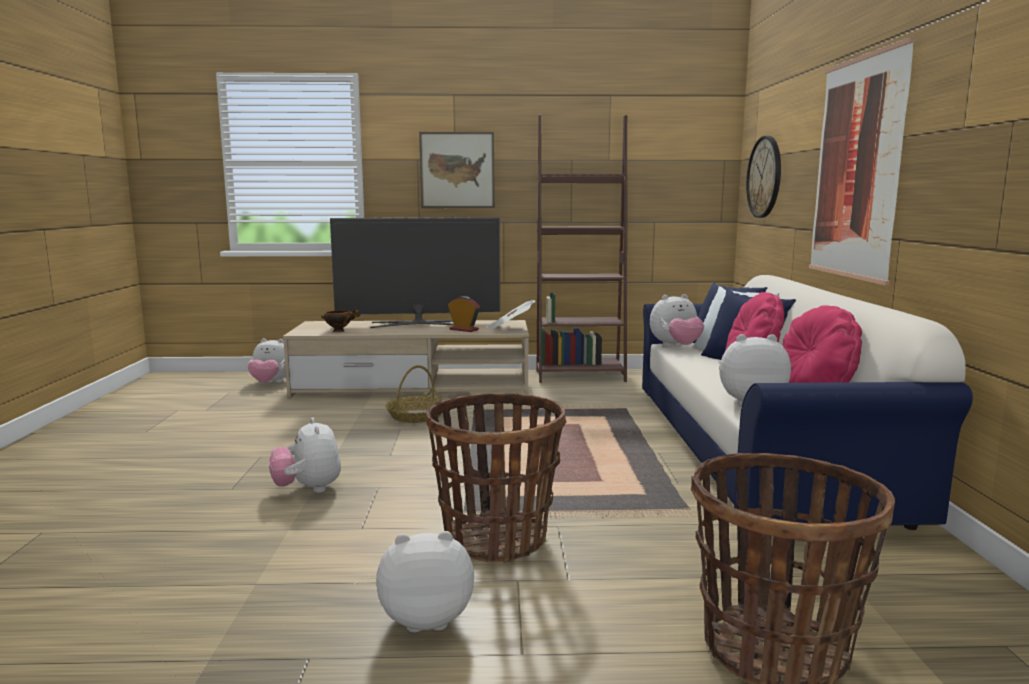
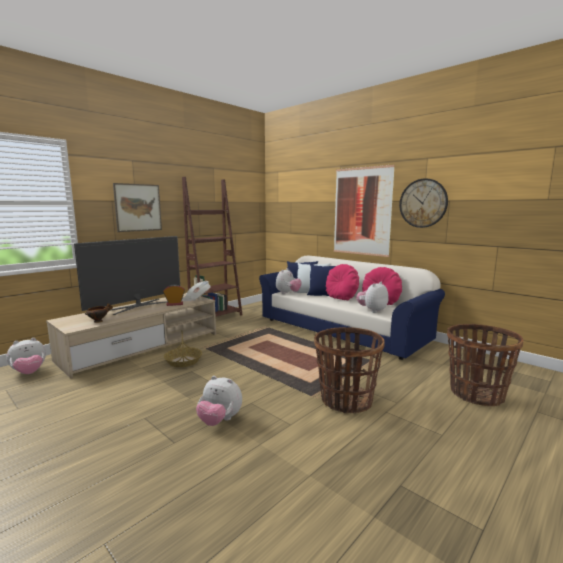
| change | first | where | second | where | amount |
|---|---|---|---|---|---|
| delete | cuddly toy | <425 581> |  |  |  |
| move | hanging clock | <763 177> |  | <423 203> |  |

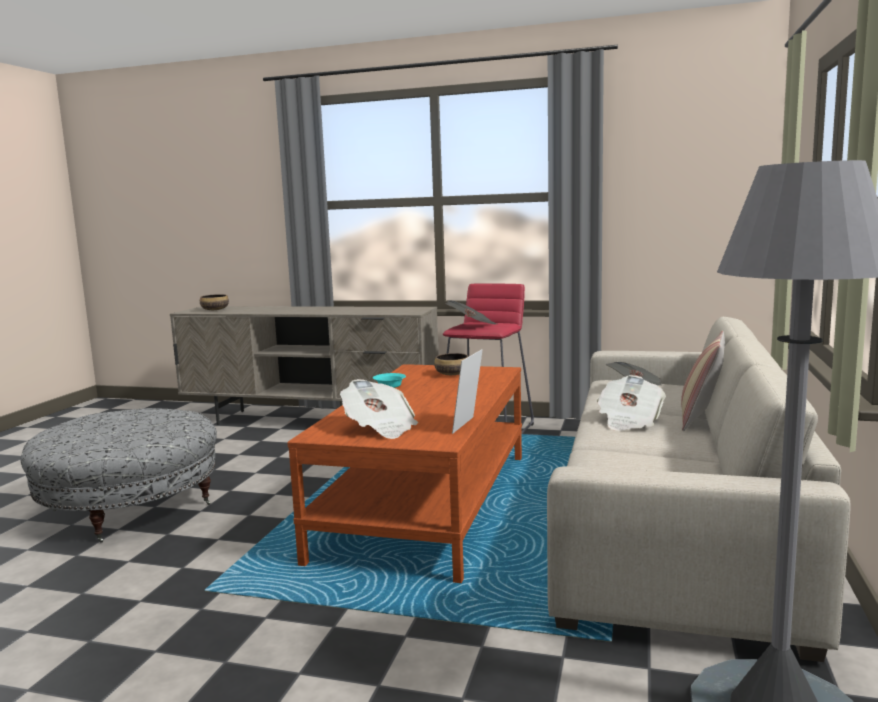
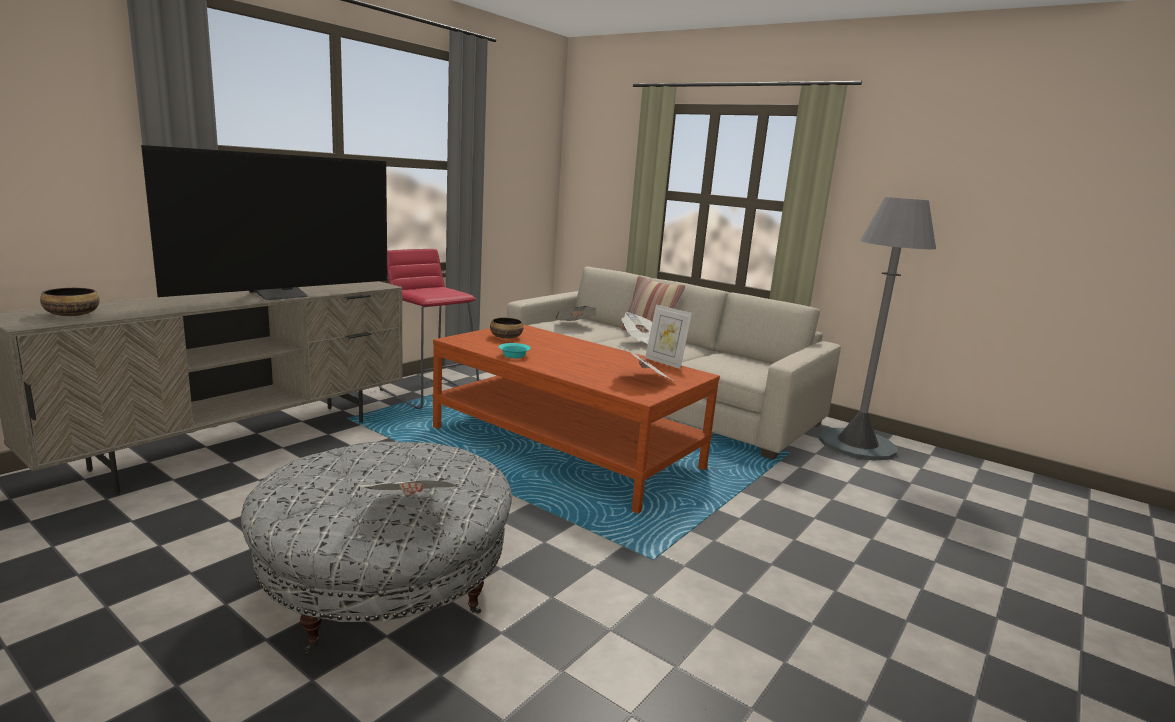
| change | first | where | second | where | amount |
|---|---|---|---|---|---|
| insert |  |  | television | <264 222> |  |
| move | daily paper | <471 312> |  | <407 488> |  |

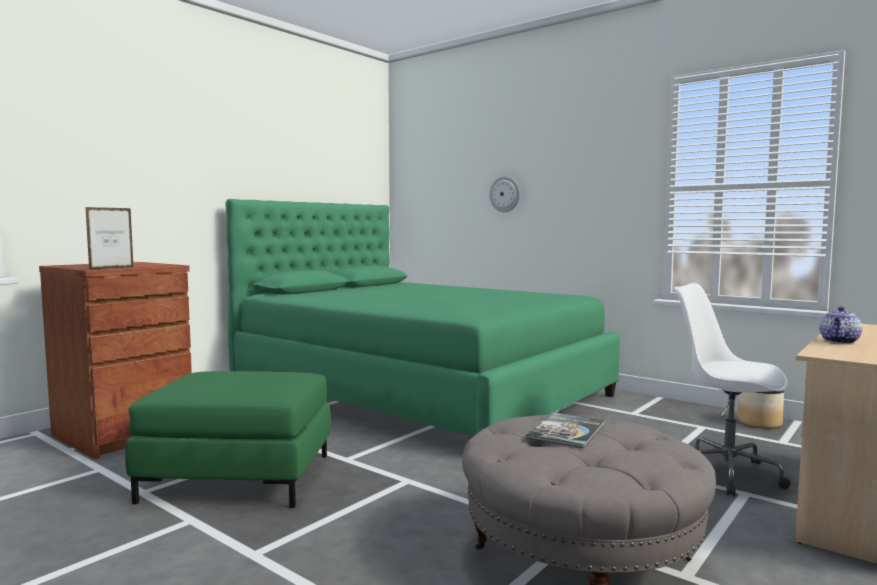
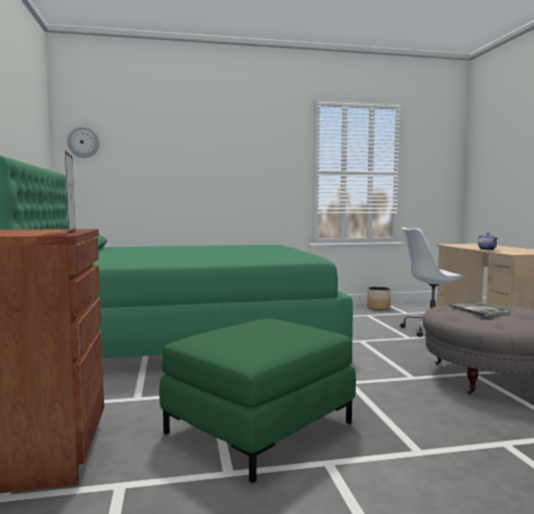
| change | first | where | second | where | amount |
|---|---|---|---|---|---|
| move | hanging clock | <504 194> |  | <83 142> |  |

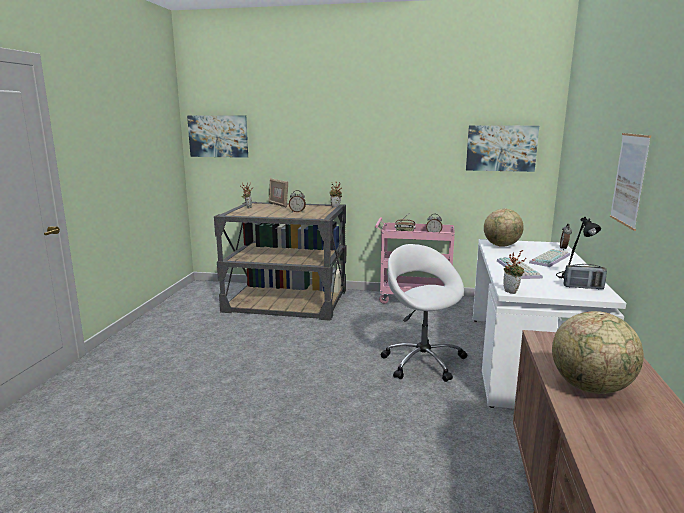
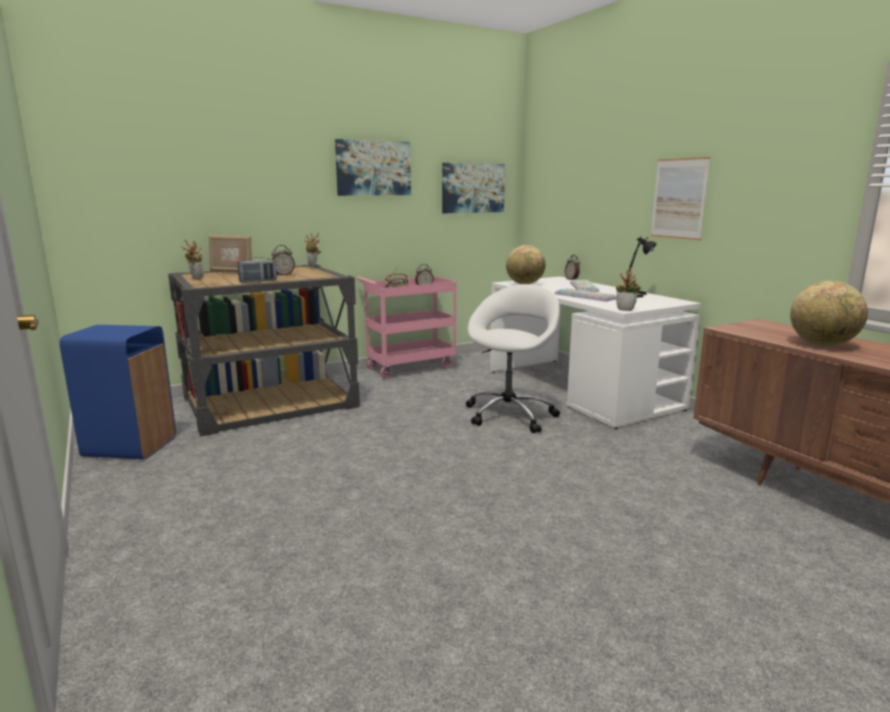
| change | first | where | second | where | amount |
|---|---|---|---|---|---|
| insert |  |  | bluish waste bin | <117 392> |  |
| move | wall art | <217 136> |  | <373 167> |  |
| move | radio set | <585 276> |  | <257 270> |  |
| rotate | white office chair | <424 313> |  | <513 358> | 120 degrees clockwise |

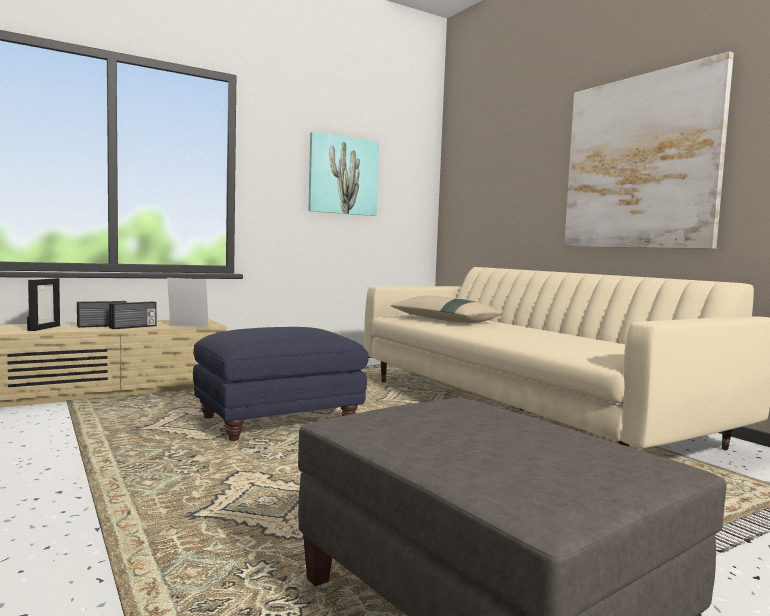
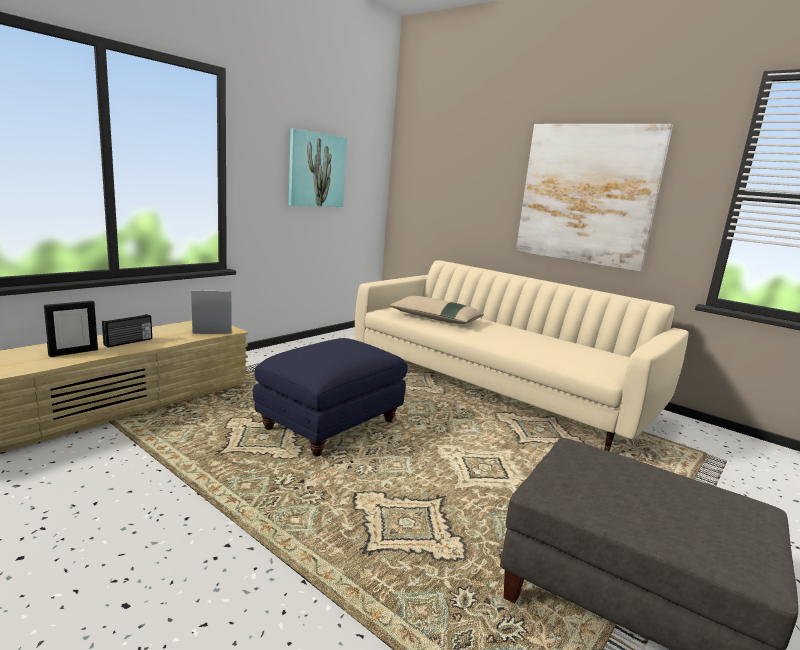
| change | first | where | second | where | amount |
|---|---|---|---|---|---|
| delete | radio set | <133 315> |  |  |  |
| rotate | picture frame | <43 304> |  | <71 329> | 60 degrees clockwise |

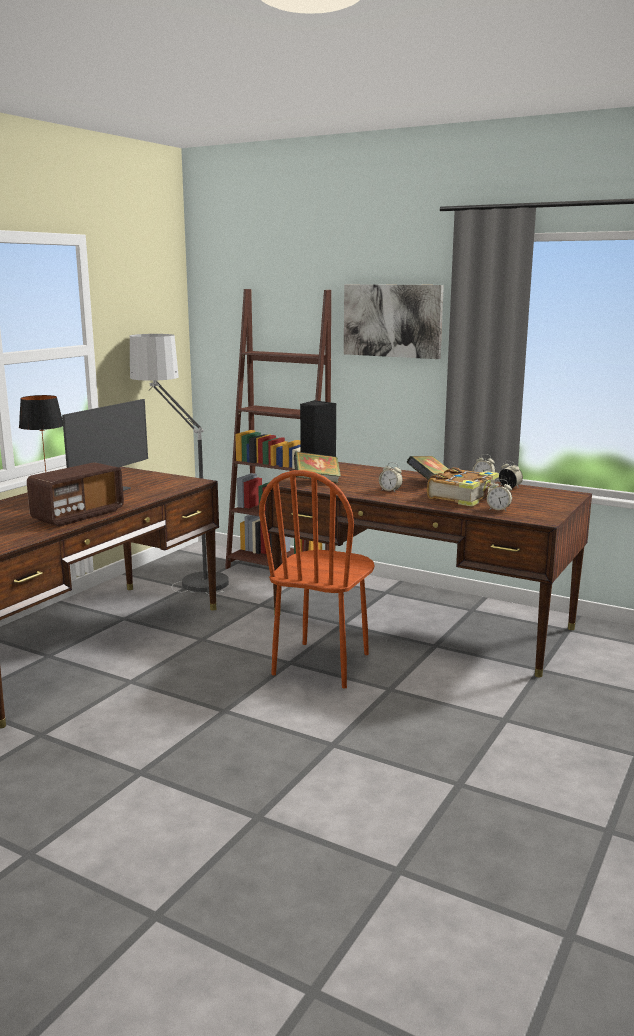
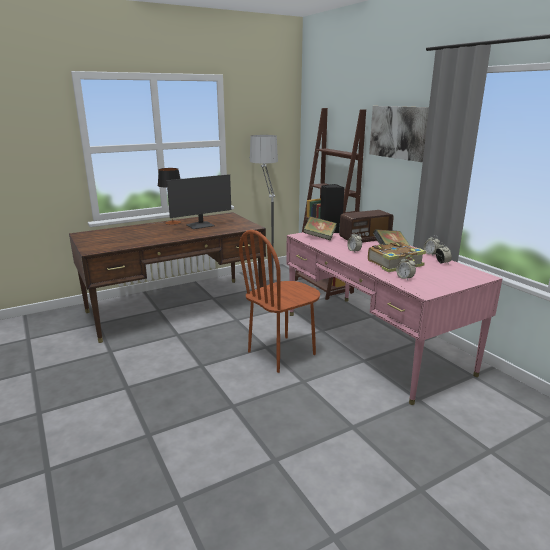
| change | first | where | second | where | amount |
|---|---|---|---|---|---|
| move | radio set | <75 494> |  | <366 226> |  |
| recolor | brown desk table | <428 569> | pinkish desk table | <394 318> |  |

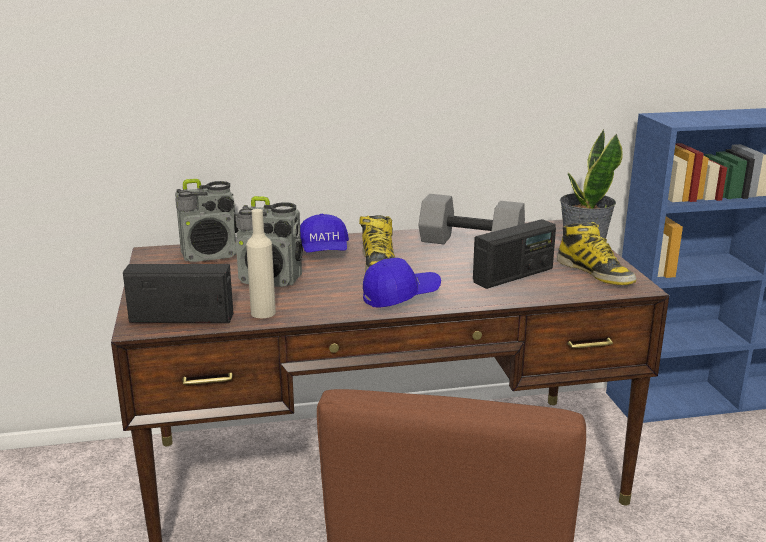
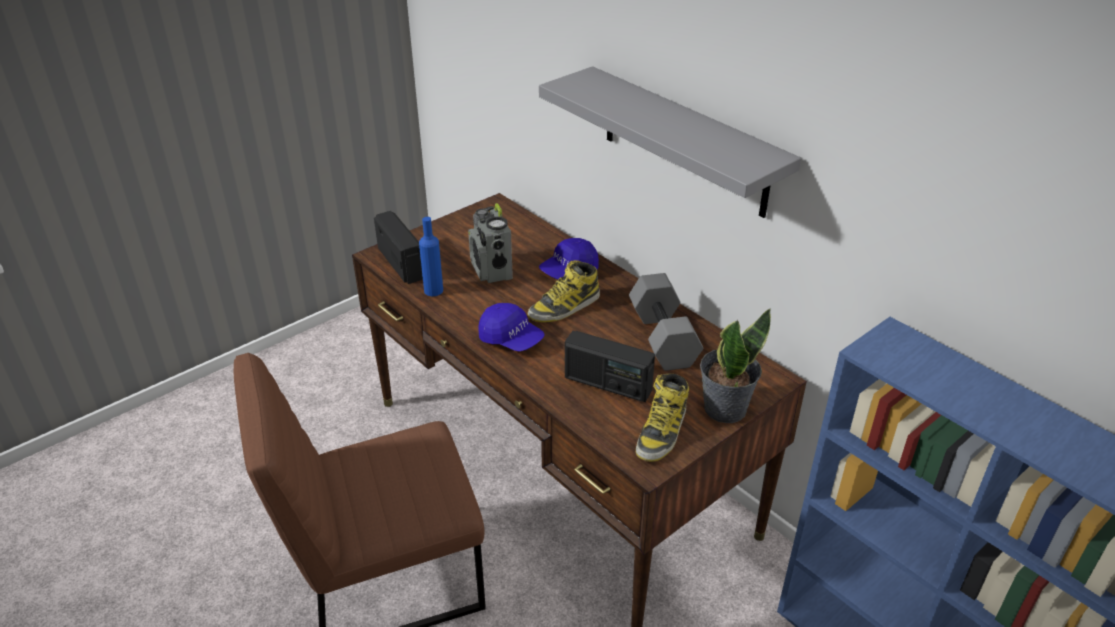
| change | first | where | second | where | amount |
|---|---|---|---|---|---|
| delete | radio set | <206 220> |  |  |  |
| insert |  |  | grey bracket shelf | <670 142> |  |
| recolor | beige-coloured drink bottle | <261 263> | bluish drink bottle | <431 256> |  |

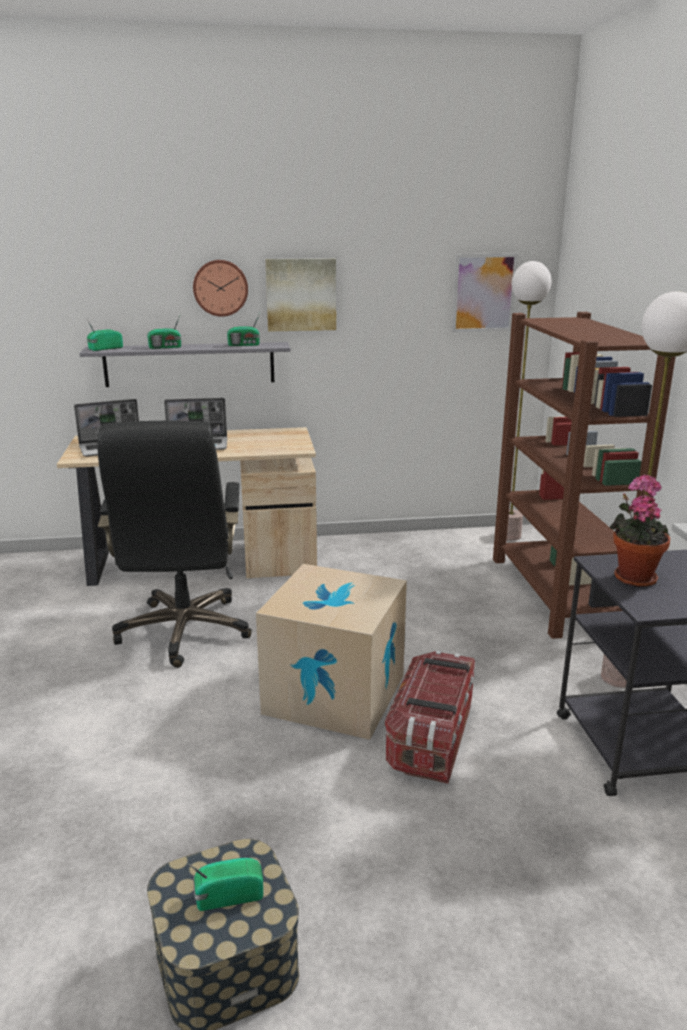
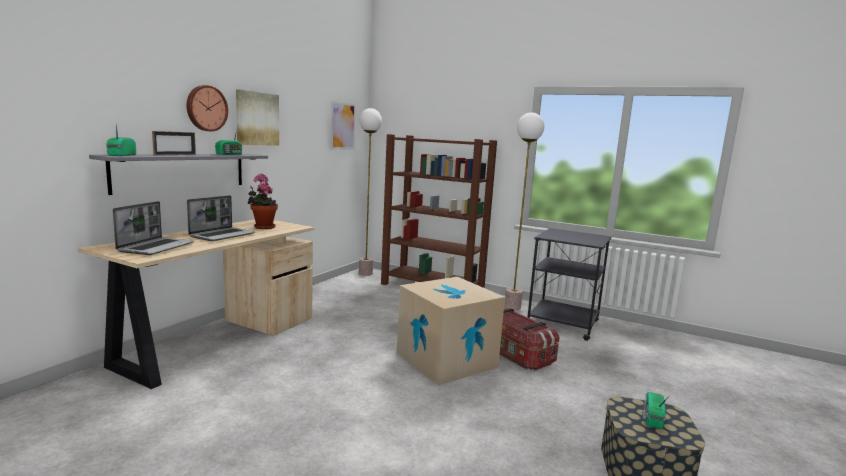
| change | first | where | second | where | amount |
|---|---|---|---|---|---|
| delete | blackish office chair | <174 544> |  |  |  |
| move | potted plant | <640 530> |  | <263 201> |  |
| replace | radio set | <164 331> | picture frame | <174 143> |  |

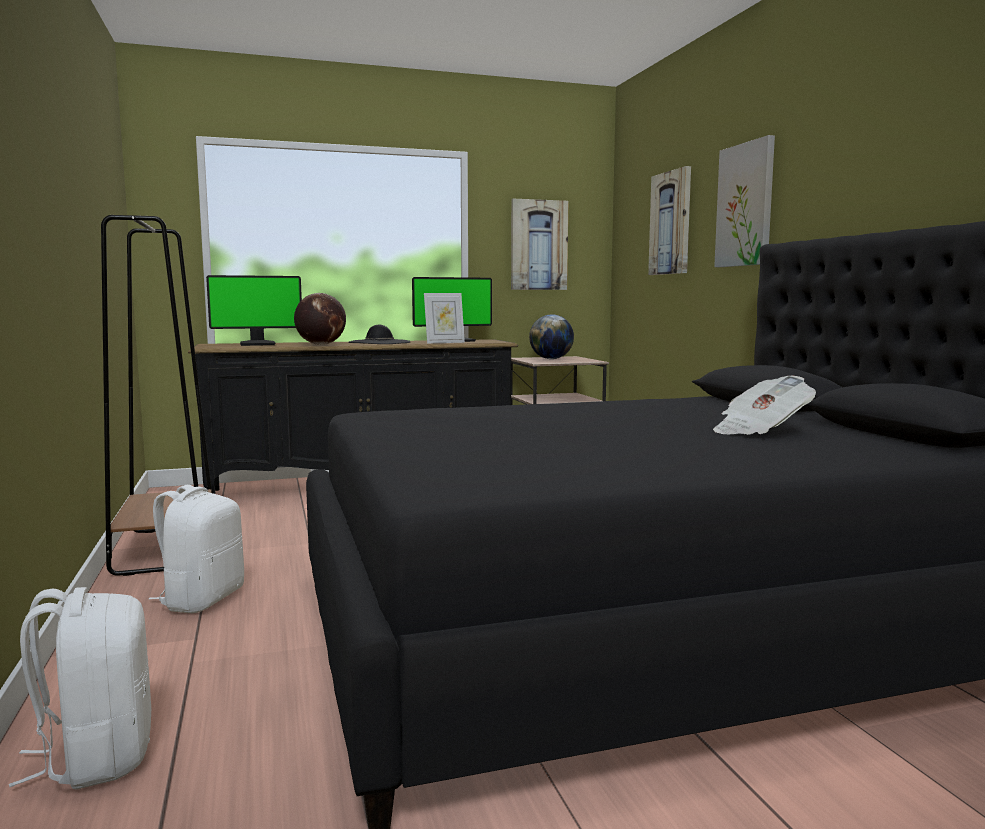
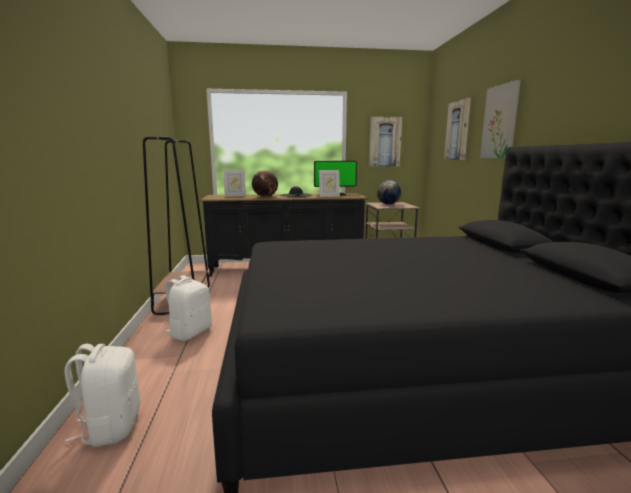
| change | first | where | second | where | amount |
|---|---|---|---|---|---|
| delete | daily paper | <764 405> |  |  |  |
| replace | monitor | <254 310> | picture frame | <235 183> |  |

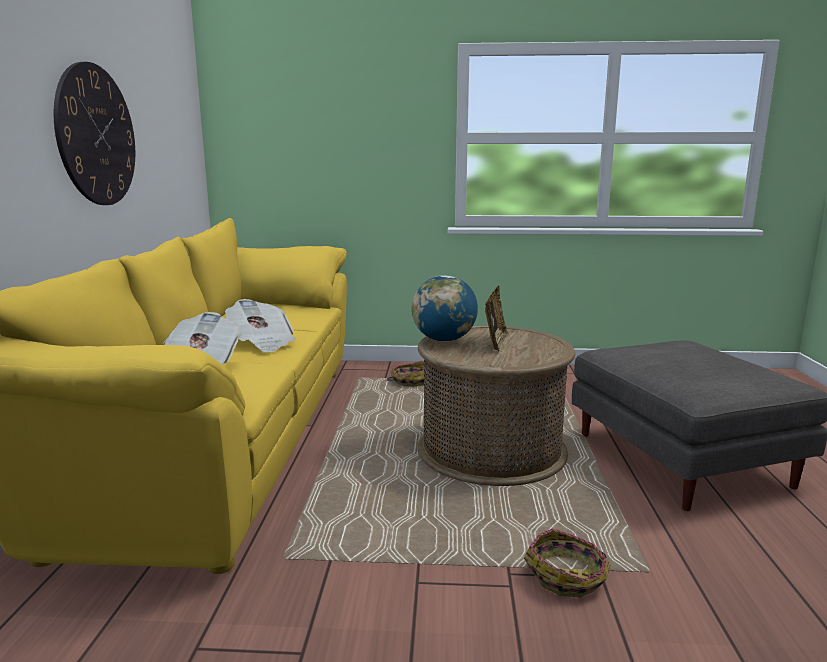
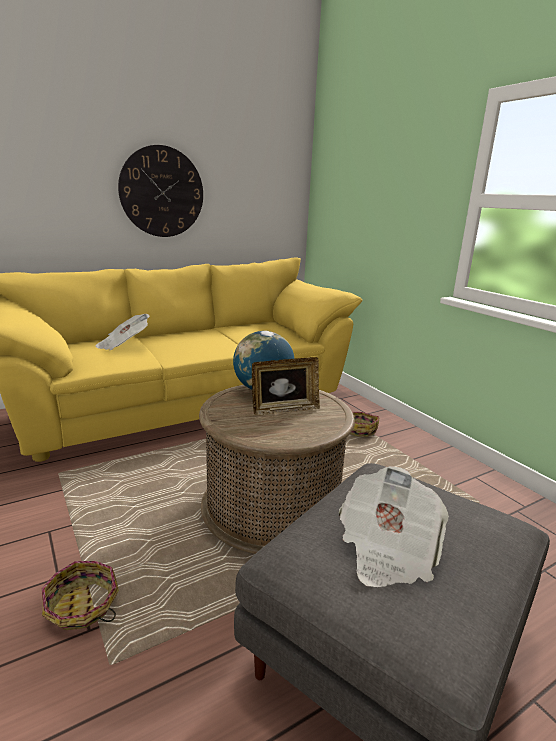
| change | first | where | second | where | amount |
|---|---|---|---|---|---|
| move | daily paper | <260 326> |  | <394 526> |  |

